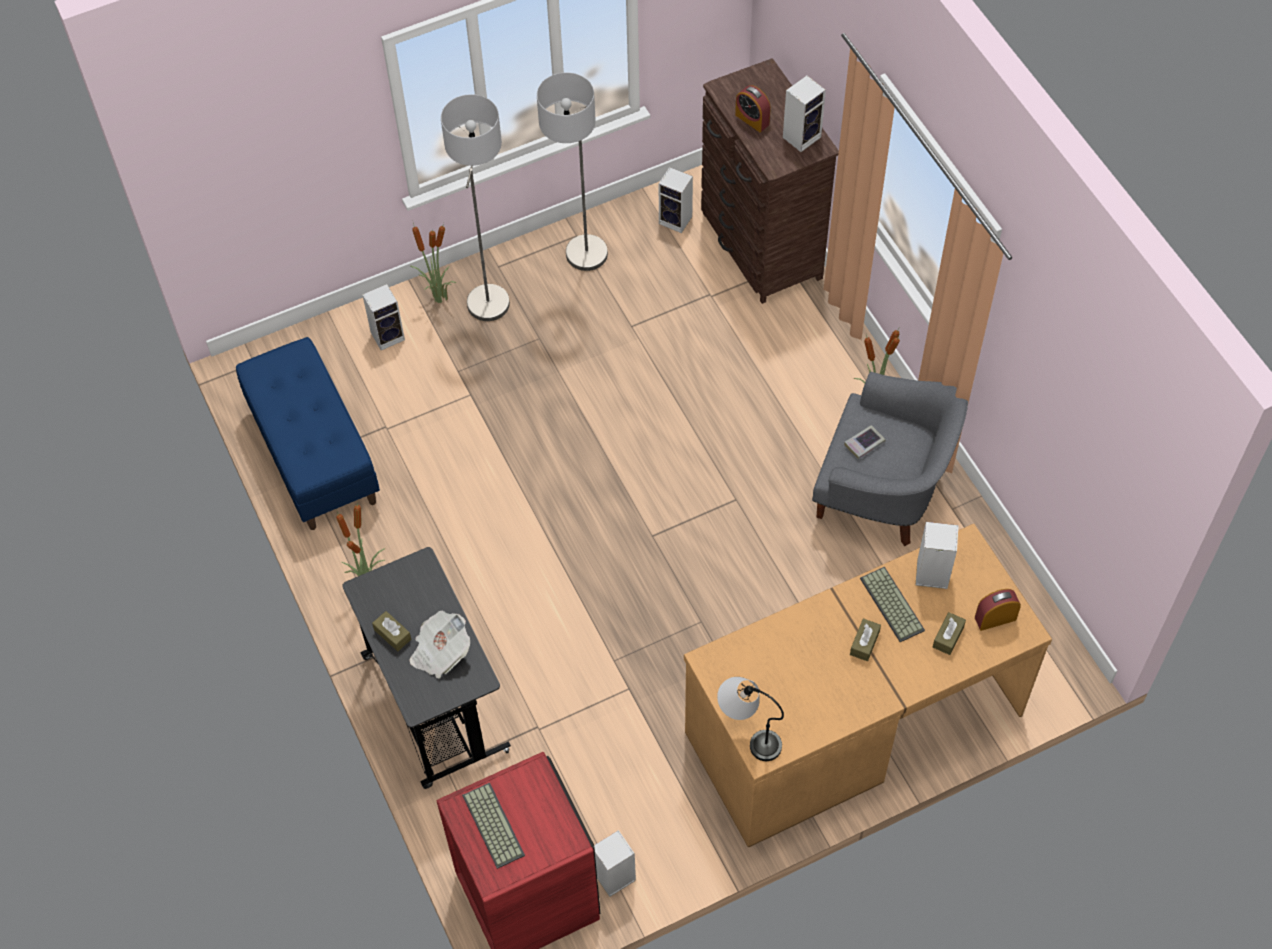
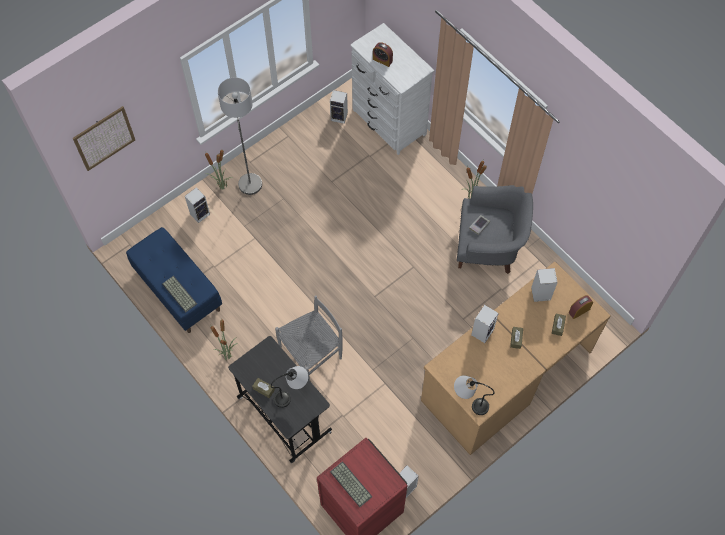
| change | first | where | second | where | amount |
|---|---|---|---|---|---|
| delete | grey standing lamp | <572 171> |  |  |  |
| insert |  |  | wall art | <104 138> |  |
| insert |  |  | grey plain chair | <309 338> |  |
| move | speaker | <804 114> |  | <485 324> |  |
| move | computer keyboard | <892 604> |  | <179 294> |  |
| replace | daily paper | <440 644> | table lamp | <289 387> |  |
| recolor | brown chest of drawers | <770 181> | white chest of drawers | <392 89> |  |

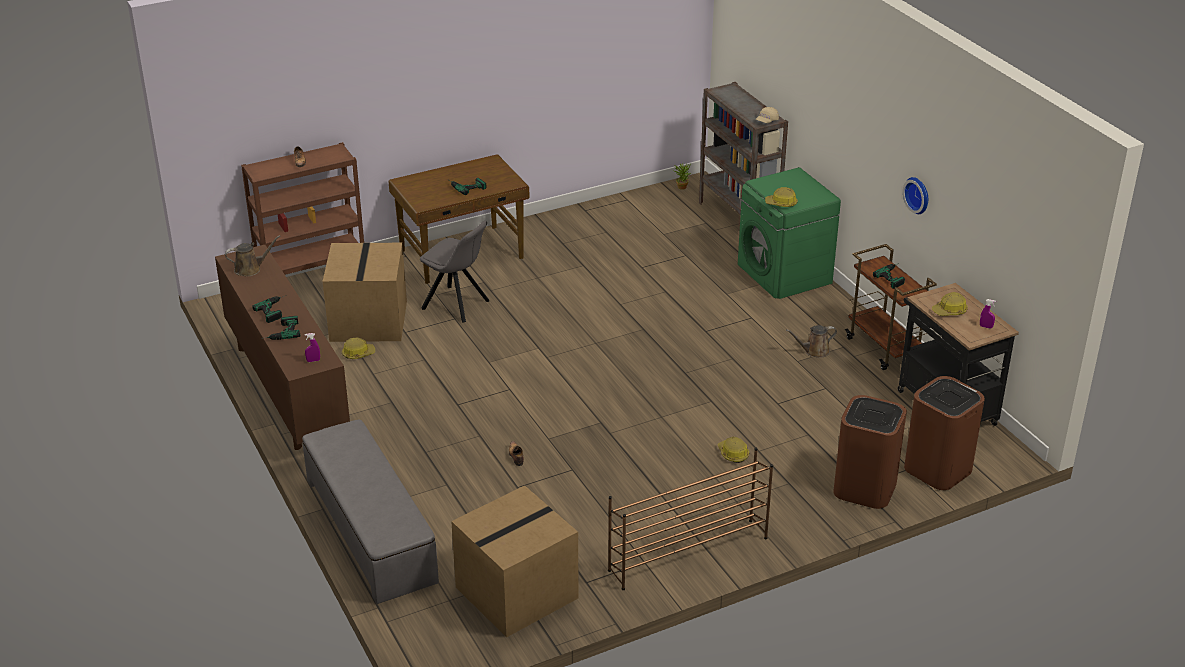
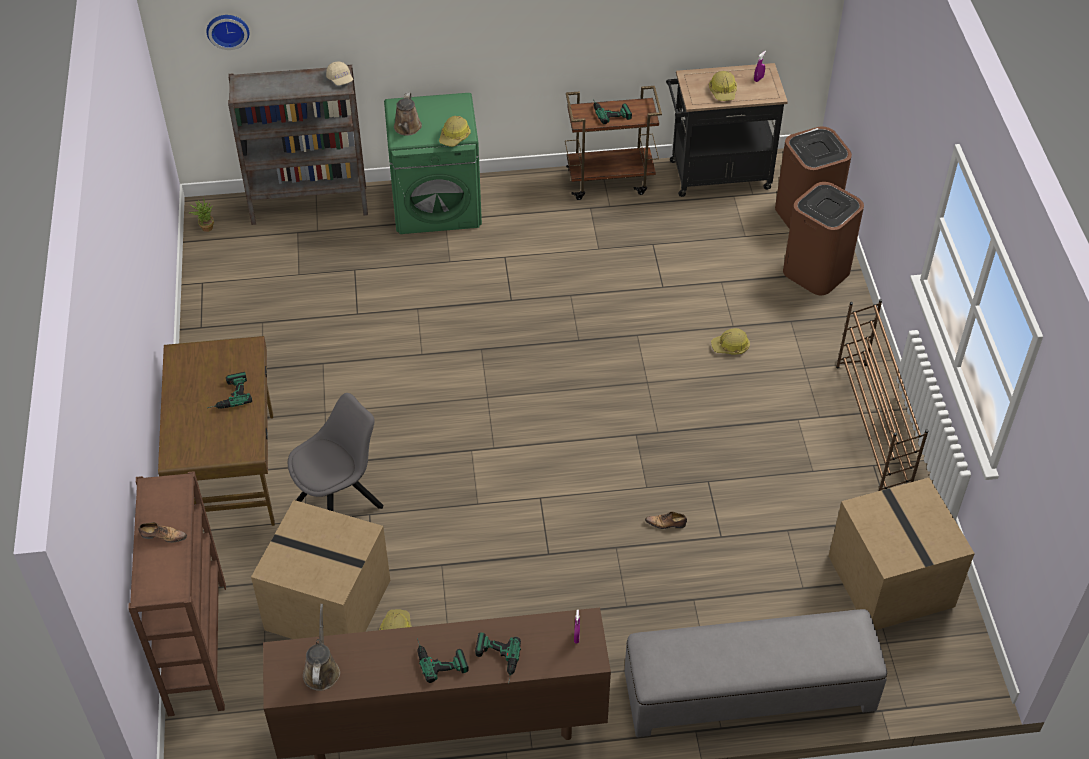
| change | first | where | second | where | amount |
|---|---|---|---|---|---|
| move | brown watering pot | <811 341> |  | <408 114> |  |
| move | hanging clock | <915 195> |  | <227 32> |  |

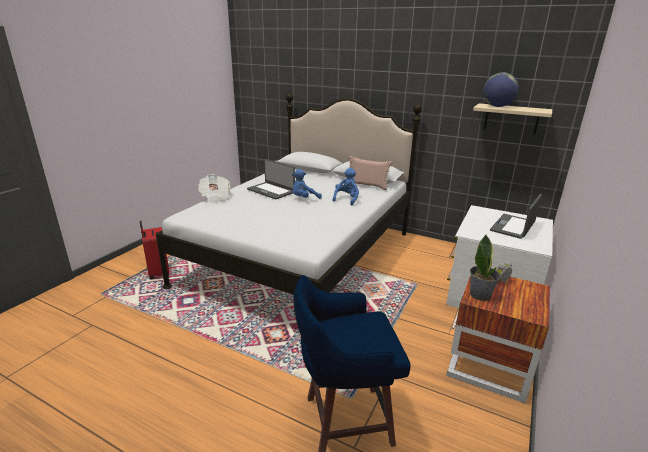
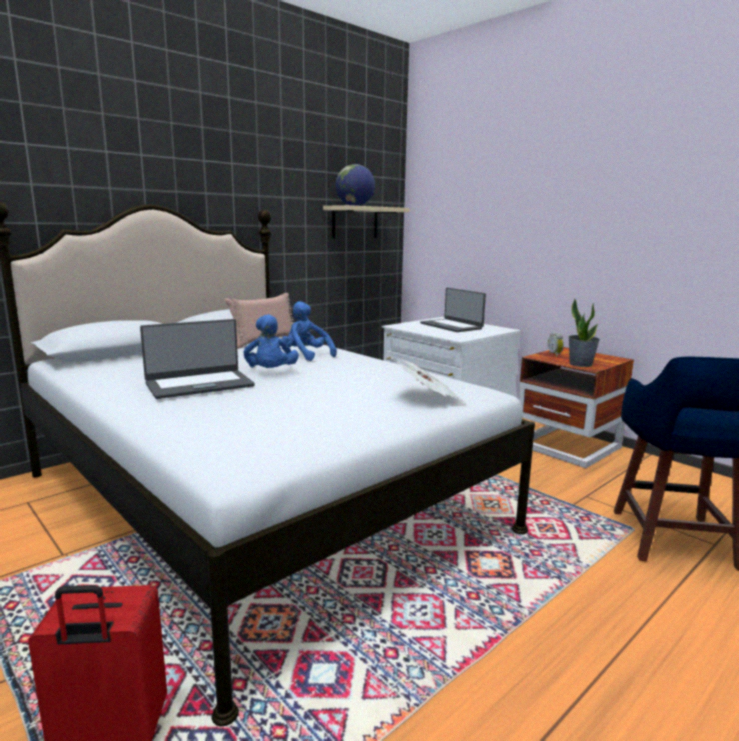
| change | first | where | second | where | amount |
|---|---|---|---|---|---|
| move | daily paper | <214 189> |  | <427 379> |  |

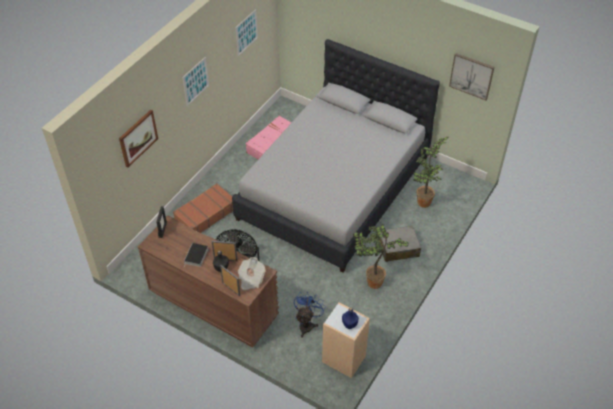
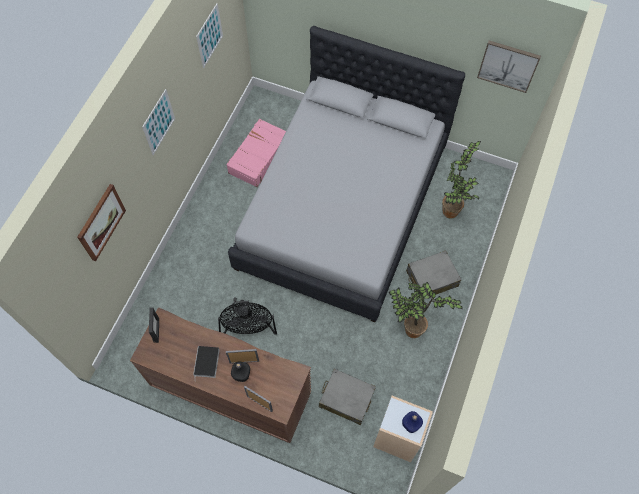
| change | first | where | second | where | amount |
|---|---|---|---|---|---|
| delete | brown suitcase | <203 208> |  |  |  |
| delete | daily paper | <252 273> |  |  |  |
| replace | bluish electric fan | <310 315> | grey suitcase | <347 397> |  |

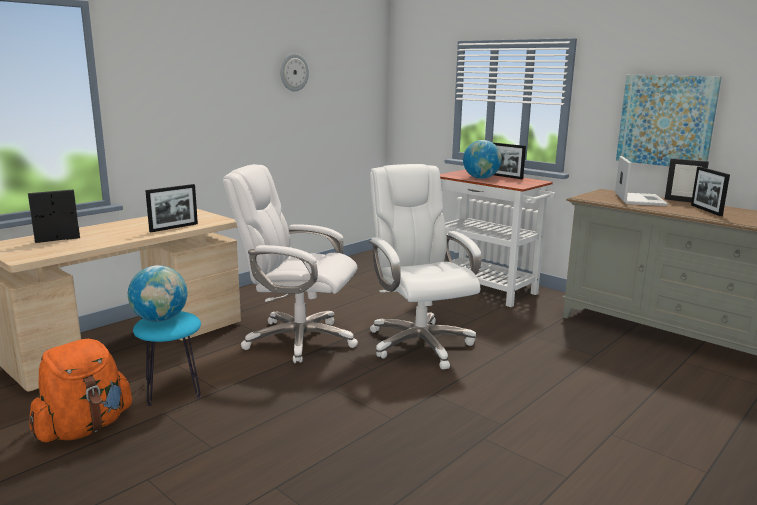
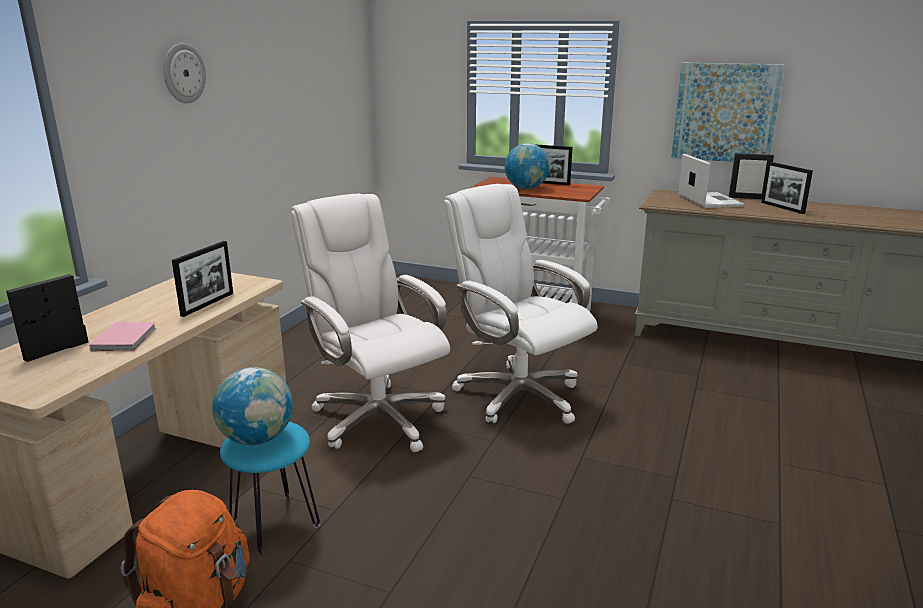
| change | first | where | second | where | amount |
|---|---|---|---|---|---|
| insert |  |  | pinkish bound book | <122 336> |  |
| move | hanging clock | <294 72> |  | <184 73> |  |
| rotate | white office chair | <290 263> |  | <371 323> | 60 degrees clockwise |

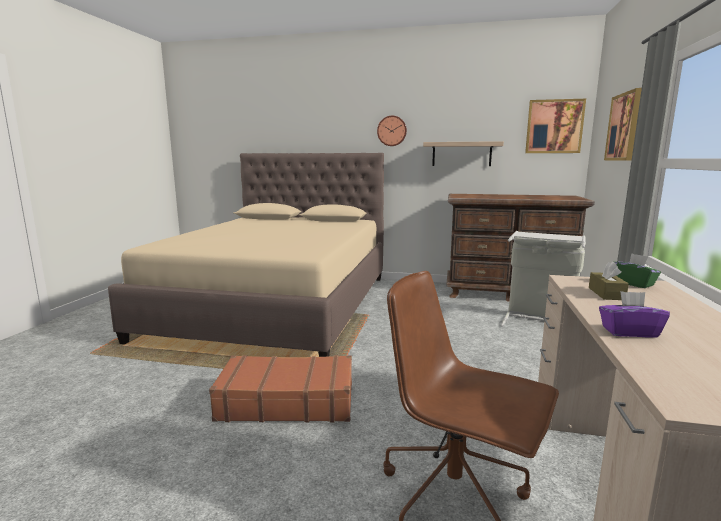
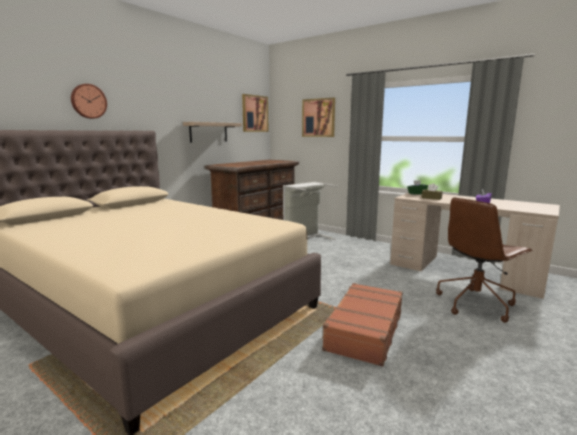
| change | first | where | second | where | amount |
|---|---|---|---|---|---|
| move | hanging clock | <392 131> |  | <89 101> |  |

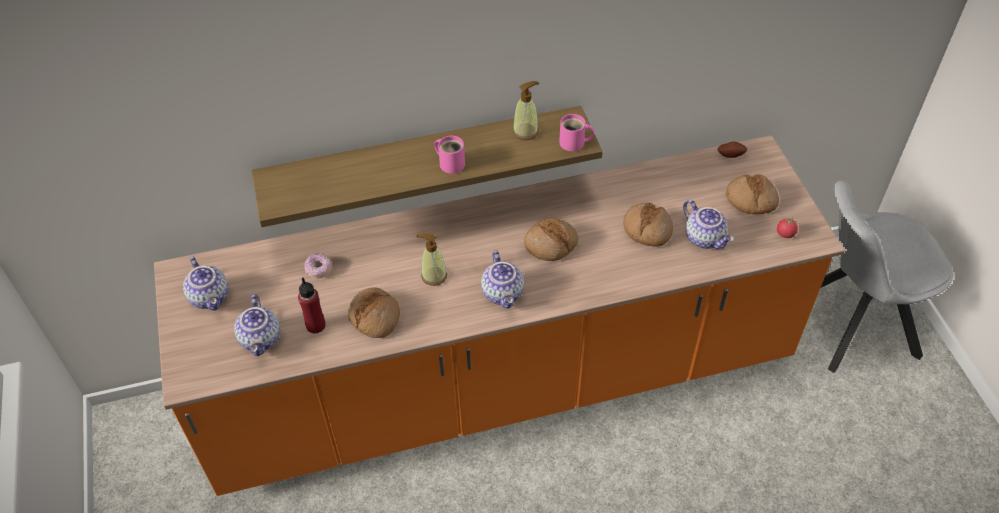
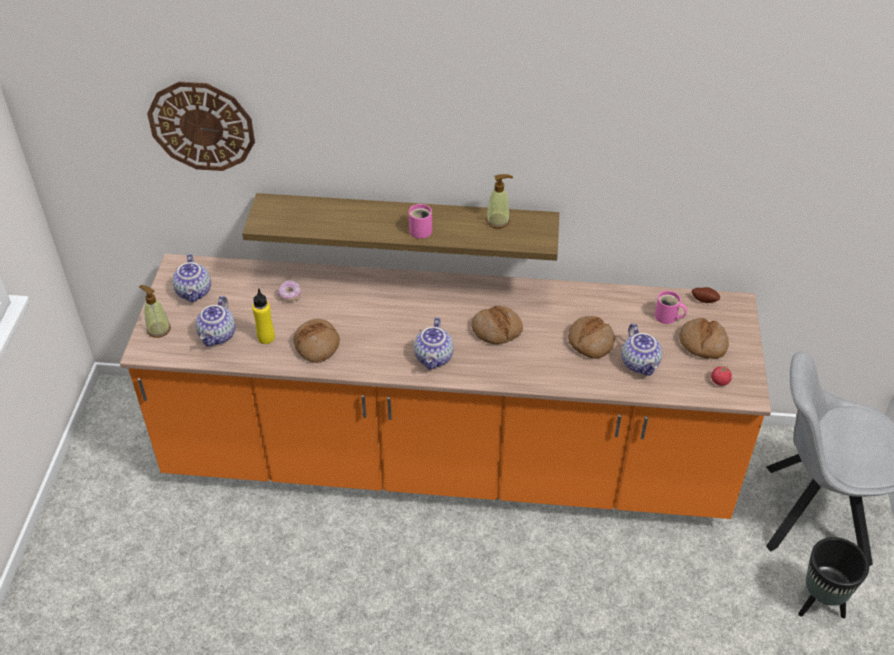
| change | first | where | second | where | amount |
|---|---|---|---|---|---|
| insert |  |  | hanging clock | <201 126> |  |
| insert |  |  | blackish flower pot | <833 577> |  |
| move | soap dispenser | <432 260> |  | <155 311> |  |
| move | pinkish mug | <576 132> |  | <671 307> |  |
| recolor | red drink bottle | <311 305> | yellow-coloured drink bottle | <263 316> |  |

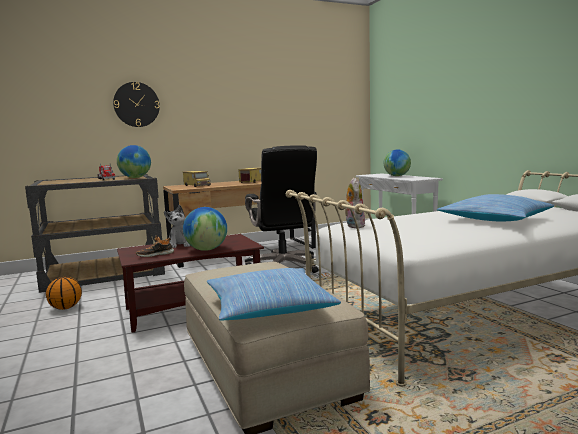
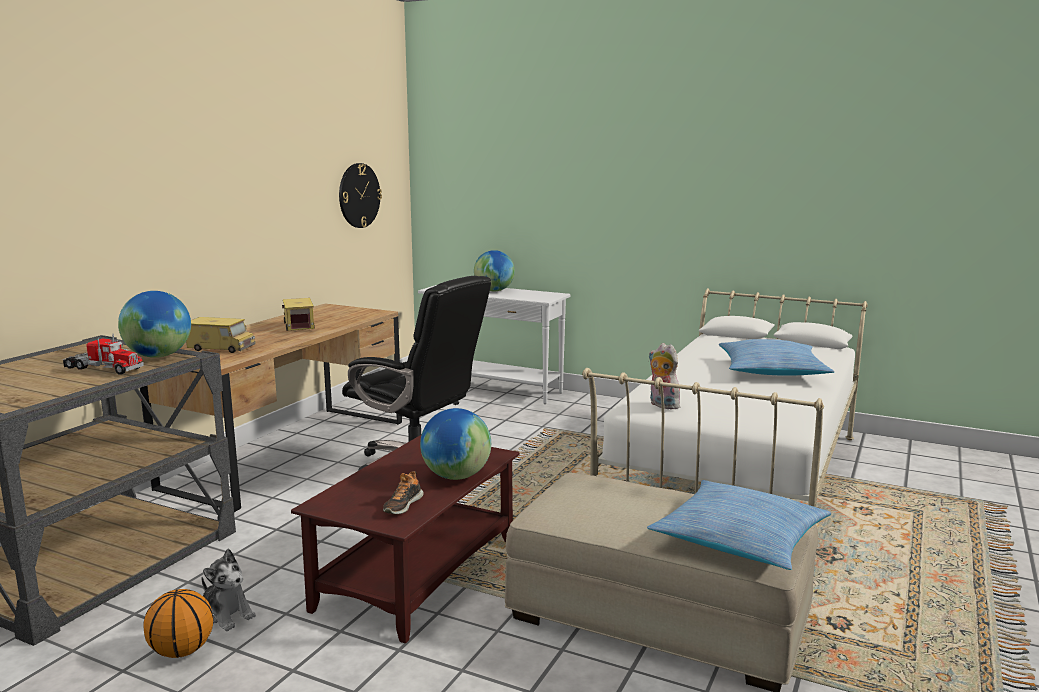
| change | first | where | second | where | amount |
|---|---|---|---|---|---|
| move | hanging clock | <136 104> |  | <360 195> |  |
| move | cuddly toy | <177 226> |  | <228 590> |  |

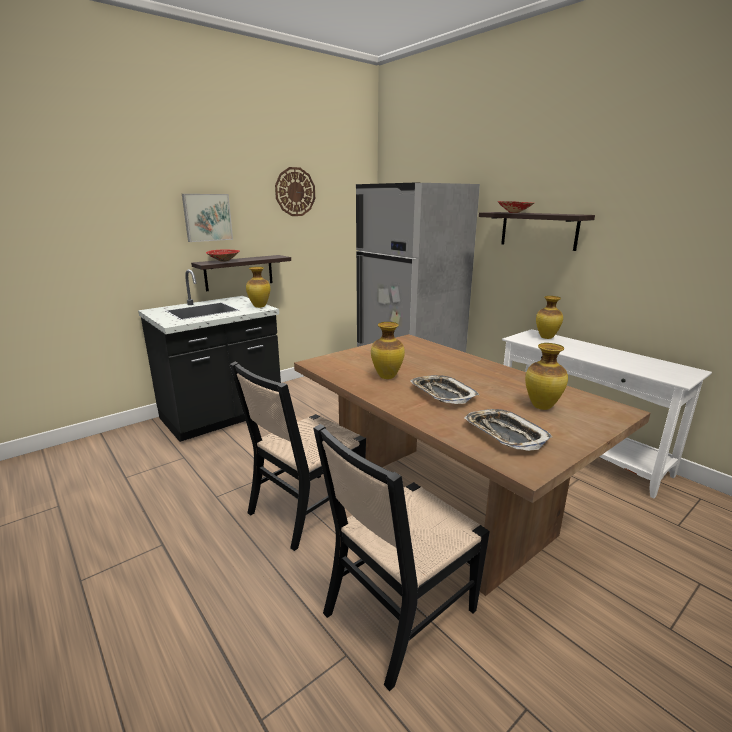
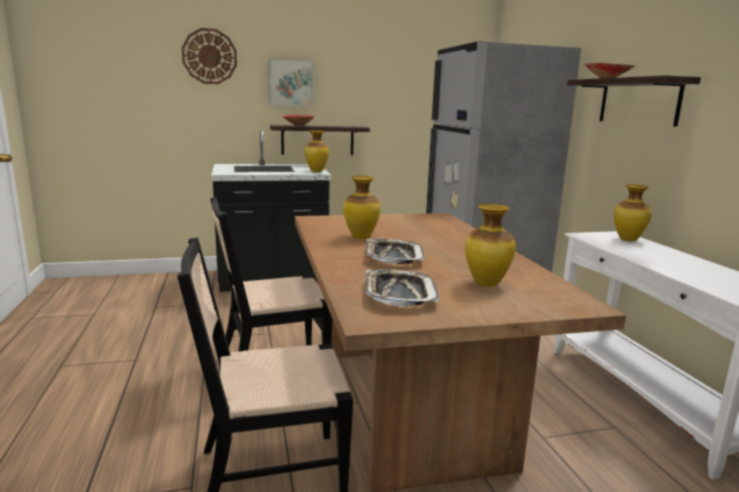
| change | first | where | second | where | amount |
|---|---|---|---|---|---|
| move | hanging clock | <295 191> |  | <209 56> |  |

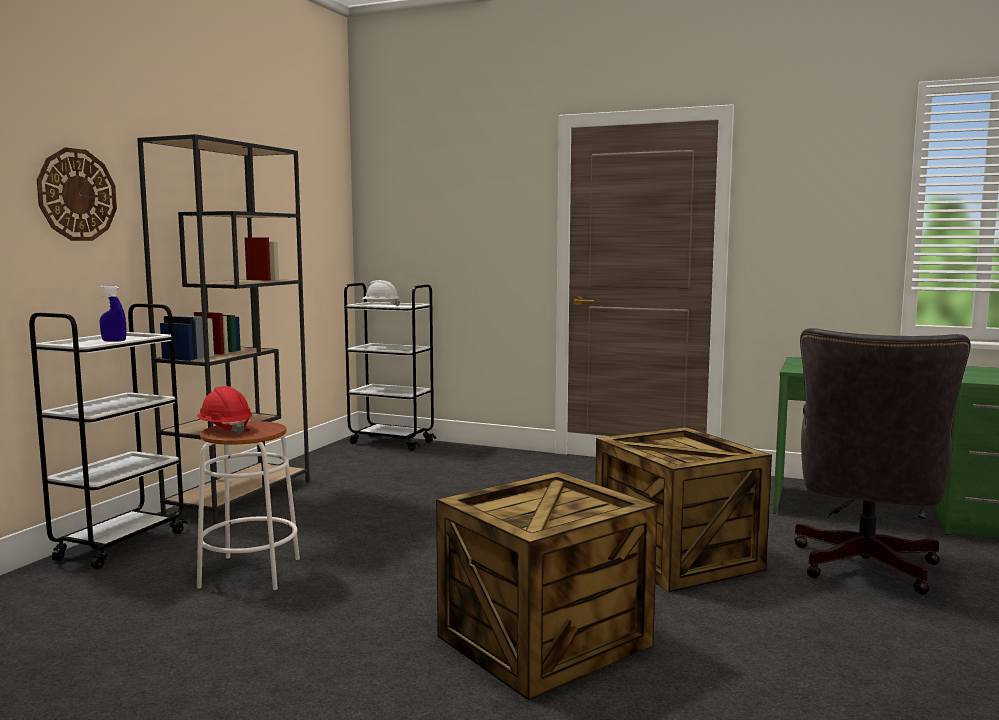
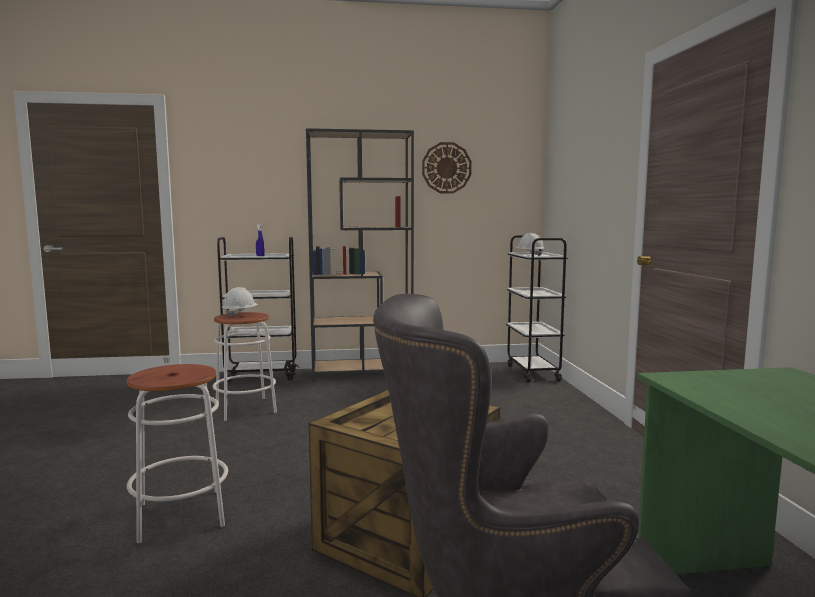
| change | first | where | second | where | amount |
|---|---|---|---|---|---|
| move | hanging clock | <77 194> |  | <447 167> |  |
| replace | shipping crate | <547 586> | white stool | <177 453> |  |
| recolor | red safety helmet | <224 410> | white safety helmet | <240 302> |  |

